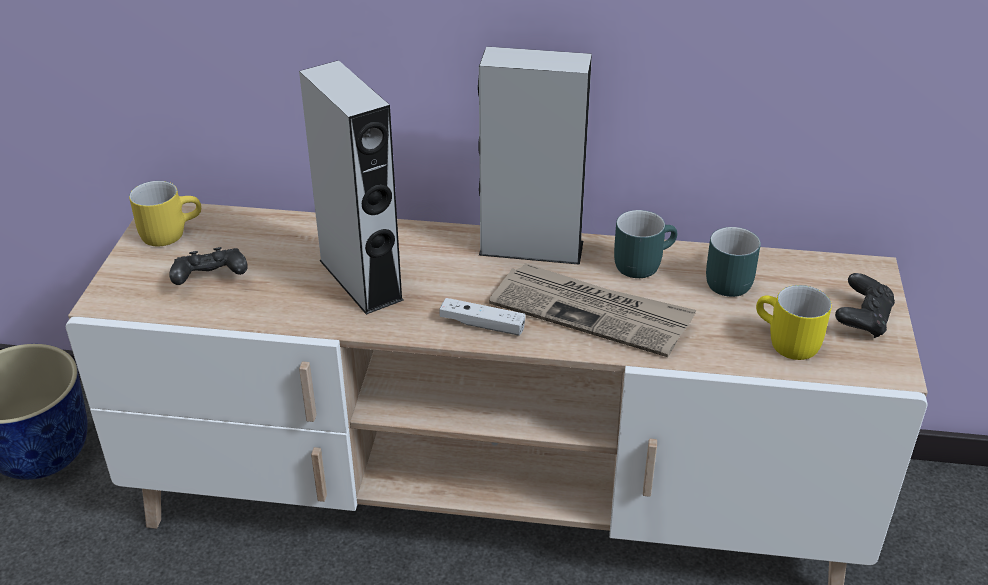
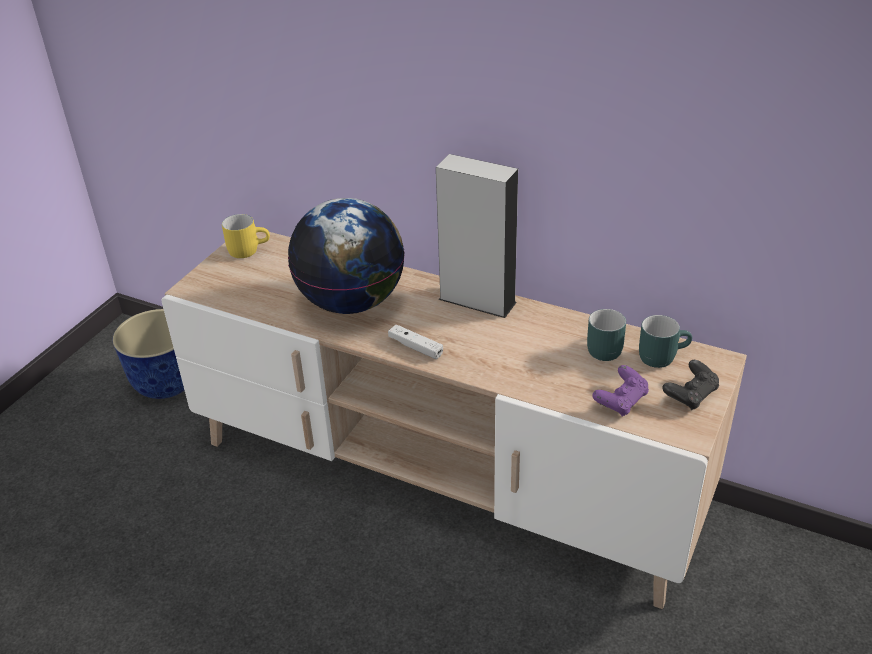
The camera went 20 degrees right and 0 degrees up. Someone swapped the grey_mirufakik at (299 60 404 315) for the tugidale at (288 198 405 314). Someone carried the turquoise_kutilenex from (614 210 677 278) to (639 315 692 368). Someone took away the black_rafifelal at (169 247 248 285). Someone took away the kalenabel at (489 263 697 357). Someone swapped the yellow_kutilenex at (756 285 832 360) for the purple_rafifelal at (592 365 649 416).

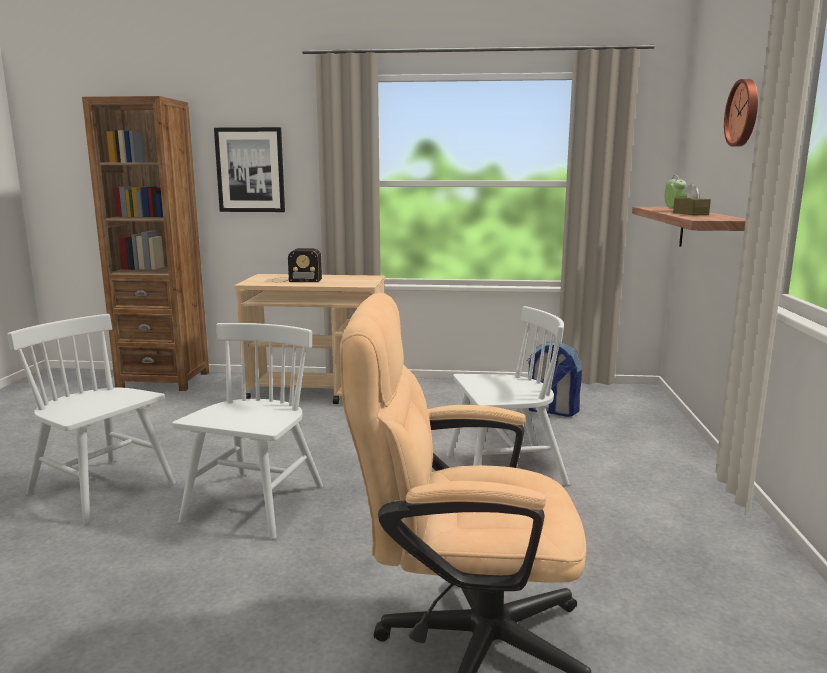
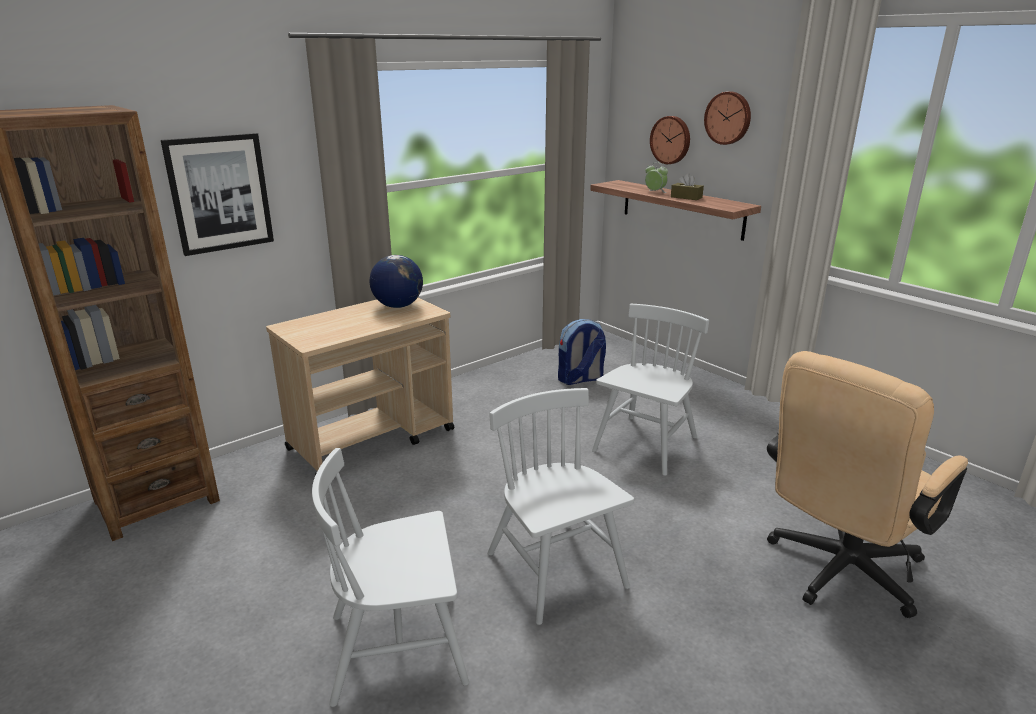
The camera went 45 degrees left and 10 degrees up. Someone took away the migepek at (272 248 322 282). Someone put up the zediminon at (650 116 690 164). Someone put down the tugidale at (370 255 423 308).

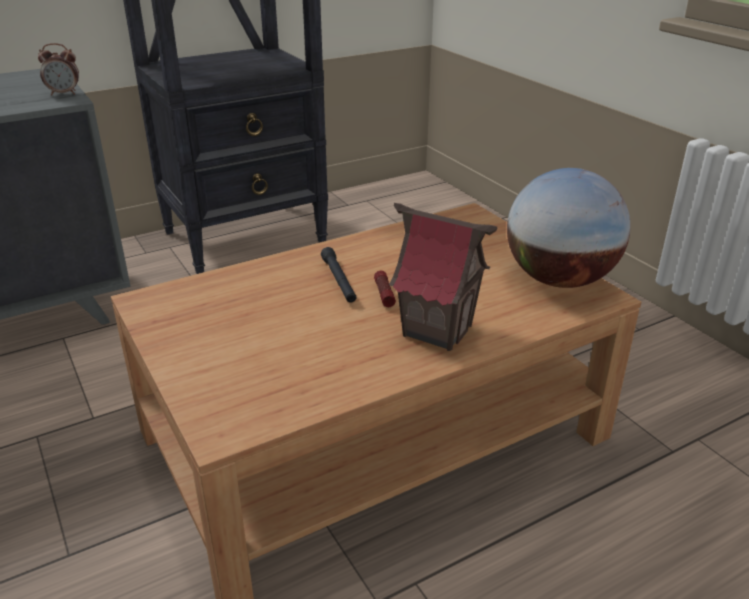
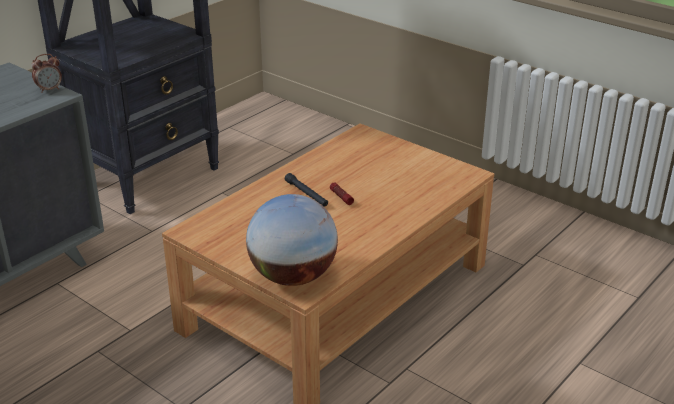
The camera went 20 degrees left and 0 degrees up. Someone carried the tugidale from (507 168 631 288) to (246 194 338 286). Someone took away the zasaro at (389 203 497 351).

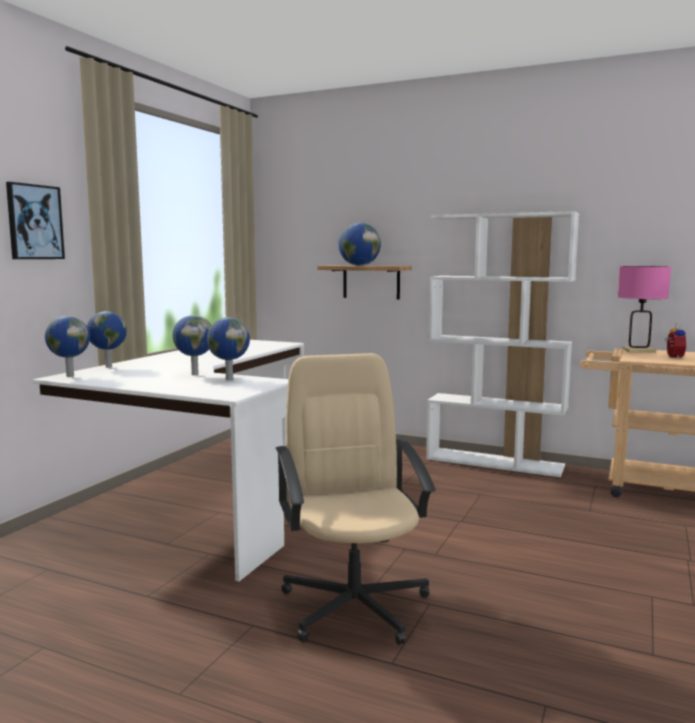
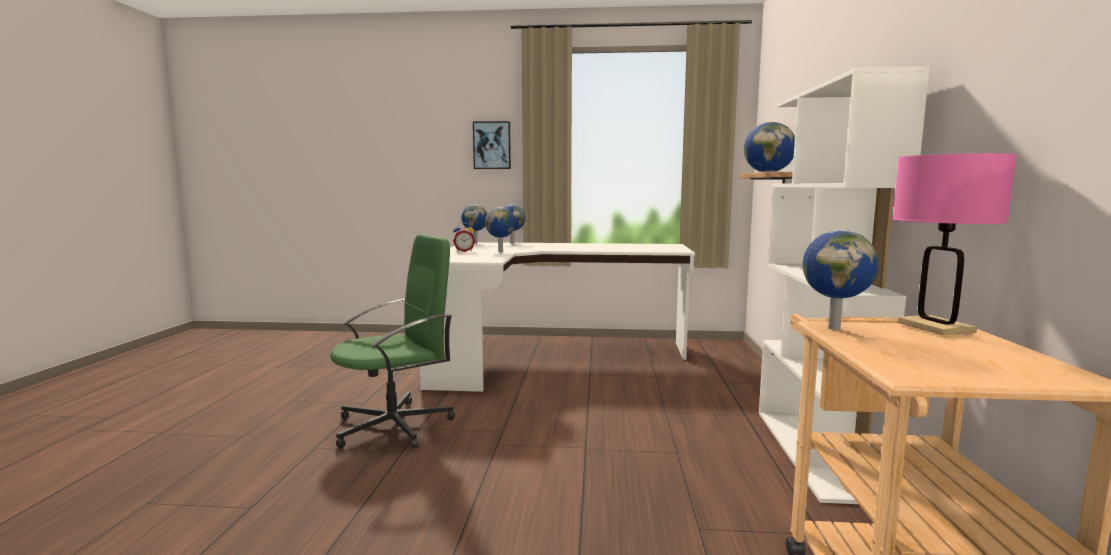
The camera went 70 degrees right and 0 degrees up. Someone carried the tugidale from (207 317 250 380) to (803 230 879 330). Someone carried the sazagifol from (664 323 686 359) to (453 222 475 252). Someone repainted the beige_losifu at (276 353 436 645), which became the green_losifu at (330 234 455 449).

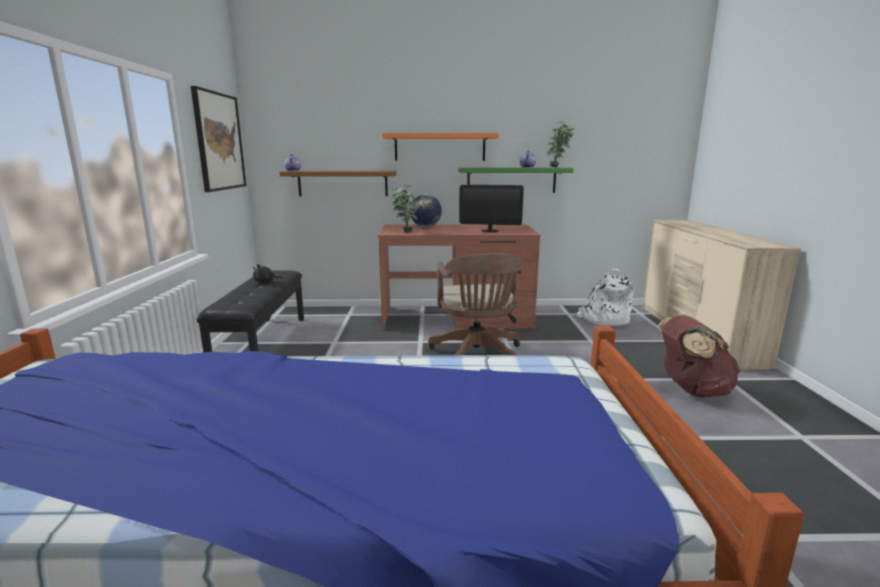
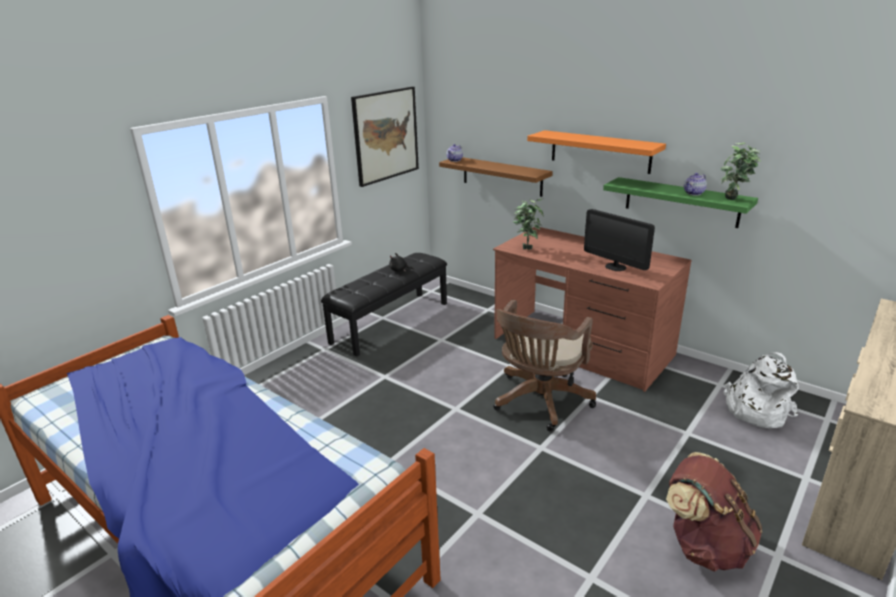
The camera went 40 degrees right and 10 degrees up. Someone took away the tugidale at (410 194 442 227).

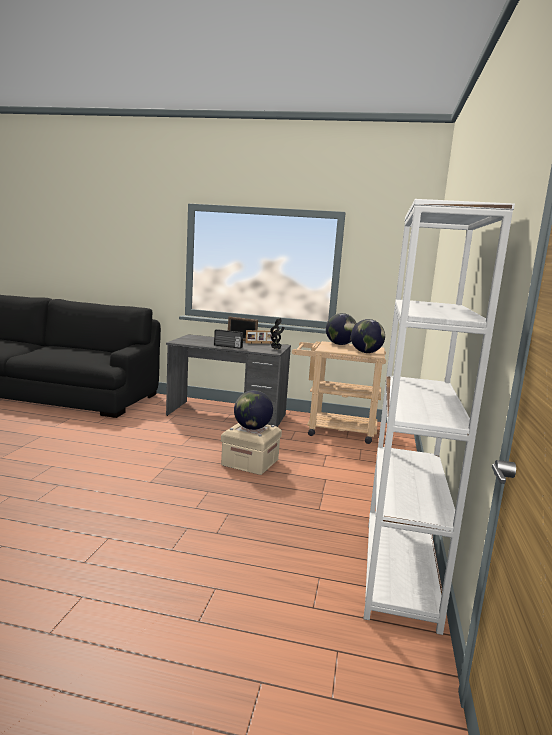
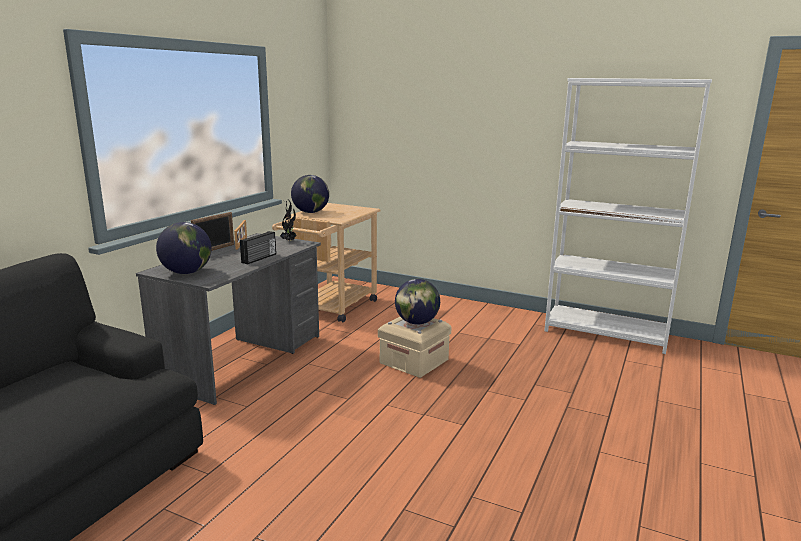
The camera went 75 degrees left and 5 degrees up. Someone carried the tugidale from (351 319 385 353) to (156 222 212 274).

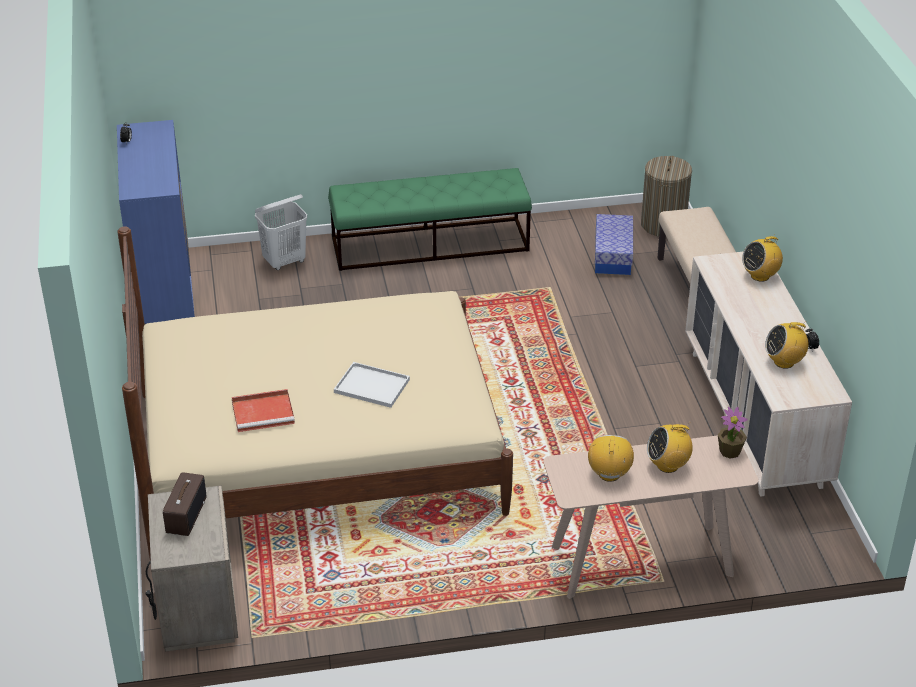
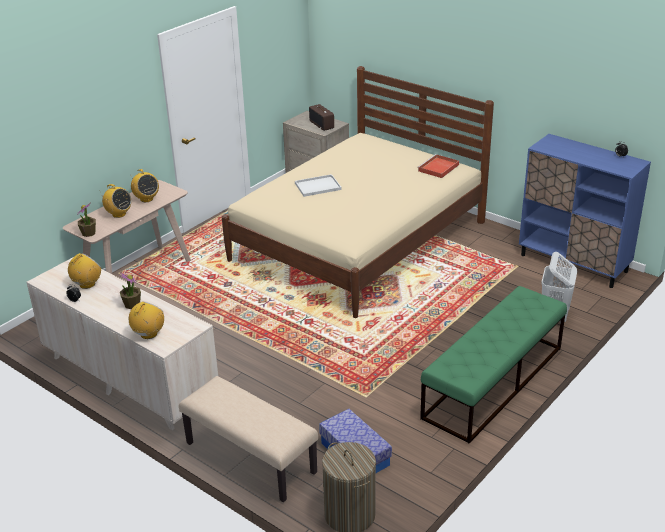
The camera went 140 degrees right and 5 degrees down. Someone carried the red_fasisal from (232 389 295 432) to (417 154 459 178). Someone rotated the migepek at (647 422 693 473) by 90 degrees clockwise. Someone put down the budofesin at (119 272 141 309).

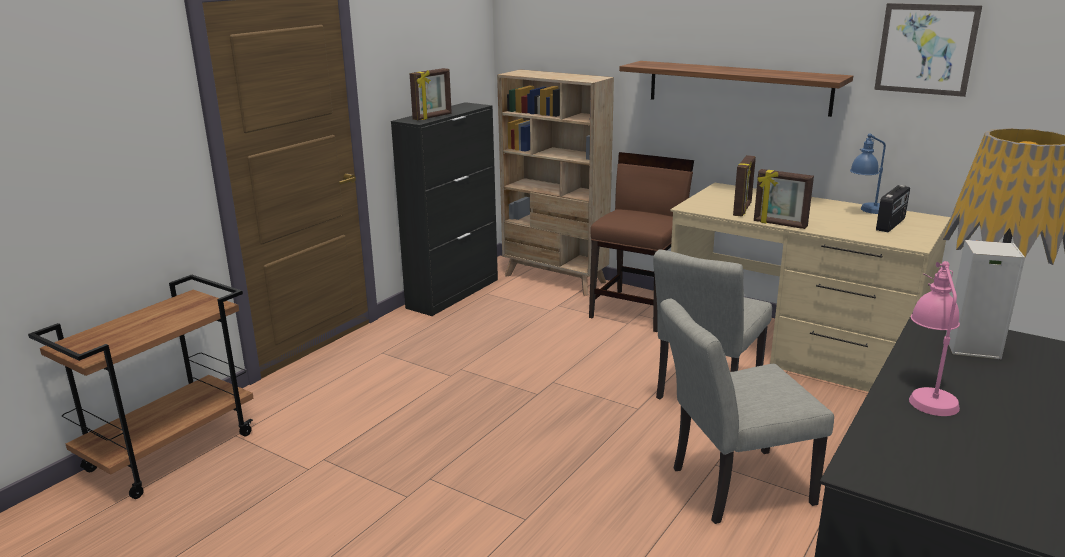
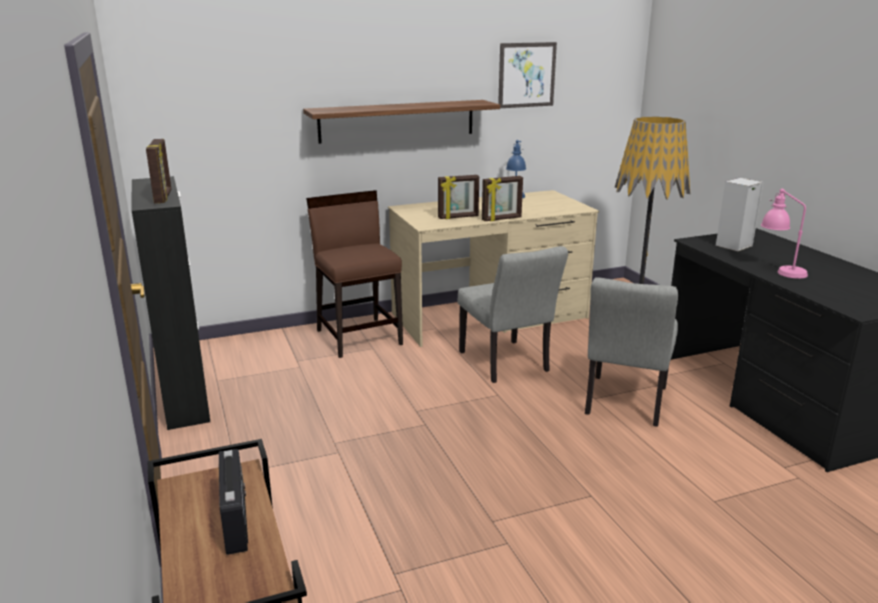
The camera went 55 degrees left and 0 degrees up. Someone took away the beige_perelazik at (497 69 614 296). Someone rotated the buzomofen at (733 155 756 217) by 105 degrees clockwise. Someone carried the migepek from (876 185 910 232) to (219 449 248 555).

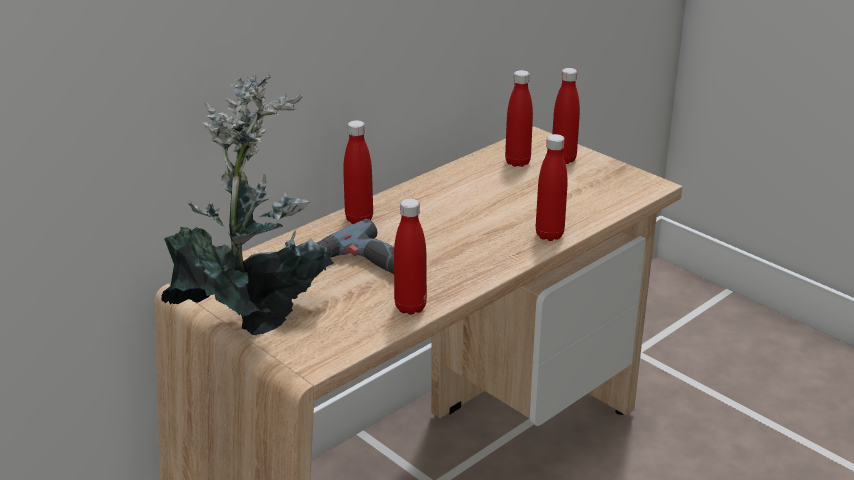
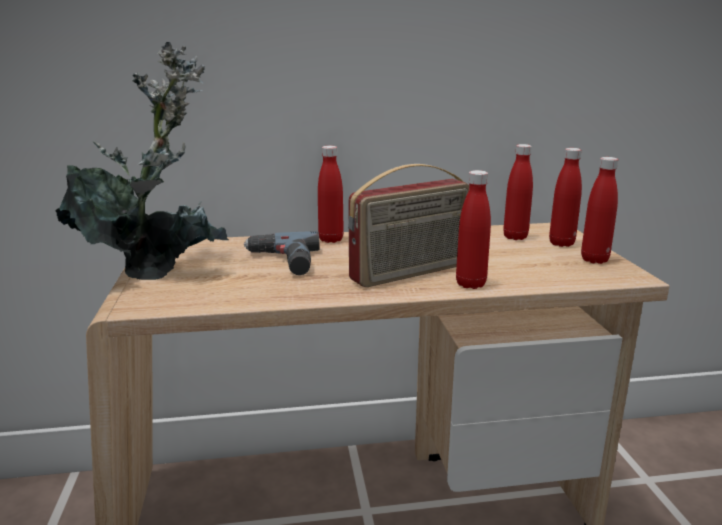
The camera went 35 degrees right and 10 degrees down. Someone carried the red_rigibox from (394 198 427 315) to (581 157 618 264). Someone put down the migepek at (348 164 469 287).

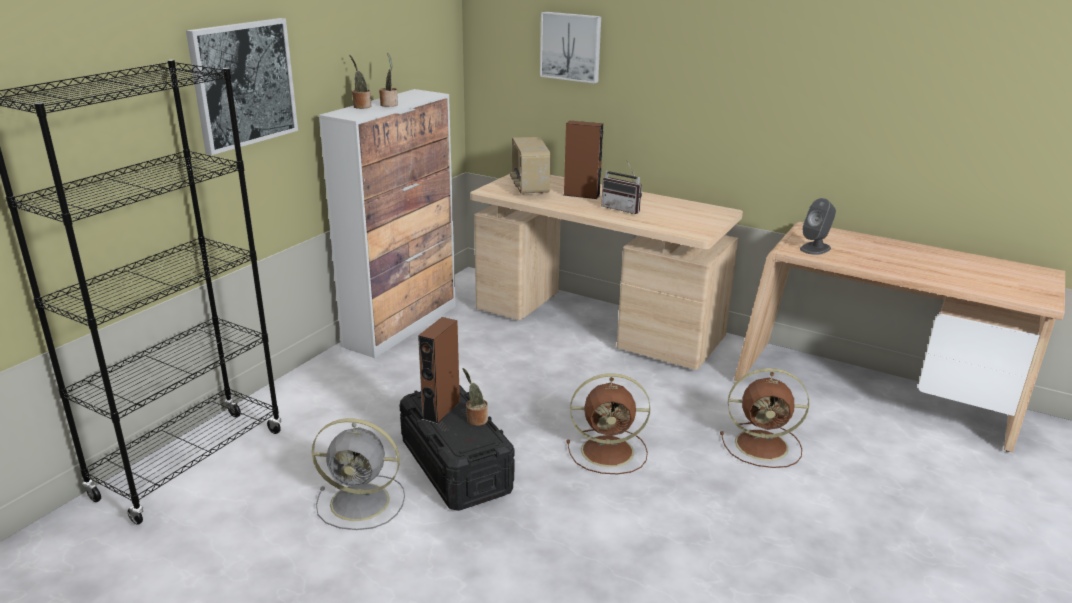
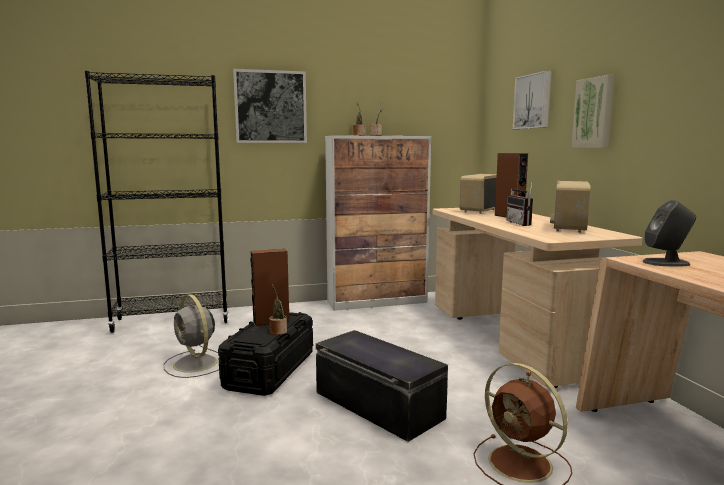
The camera went 45 degrees right and 15 degrees down. Someone swapped the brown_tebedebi at (567 373 651 474) for the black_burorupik at (316 330 448 442). Someone put up the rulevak at (571 75 614 148). Someone put down the migepek at (550 181 590 233).

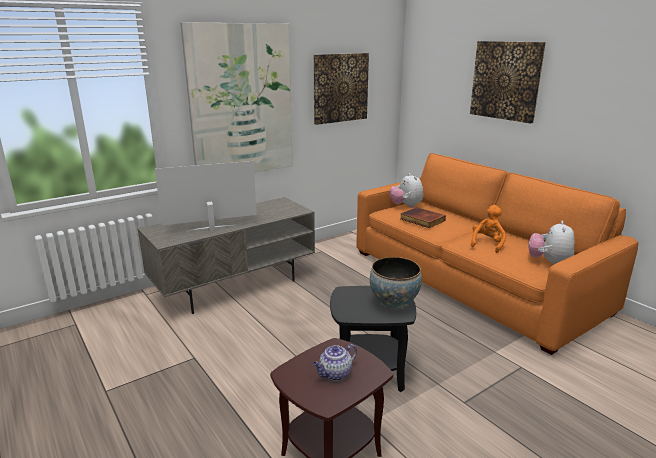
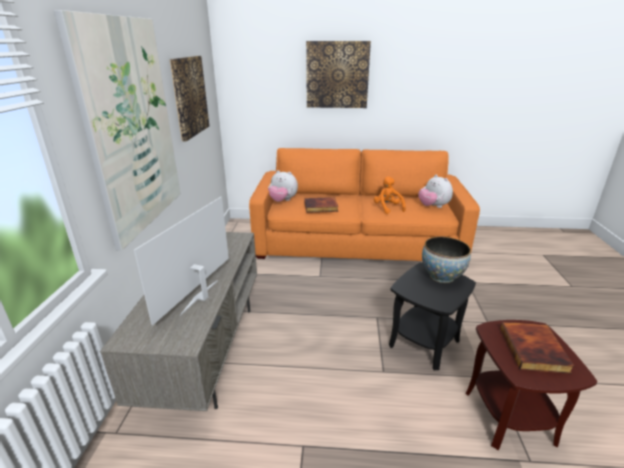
The camera went 50 degrees left and 5 degrees up. Someone swapped the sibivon at (313 344 357 381) for the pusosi at (500 322 574 374).

